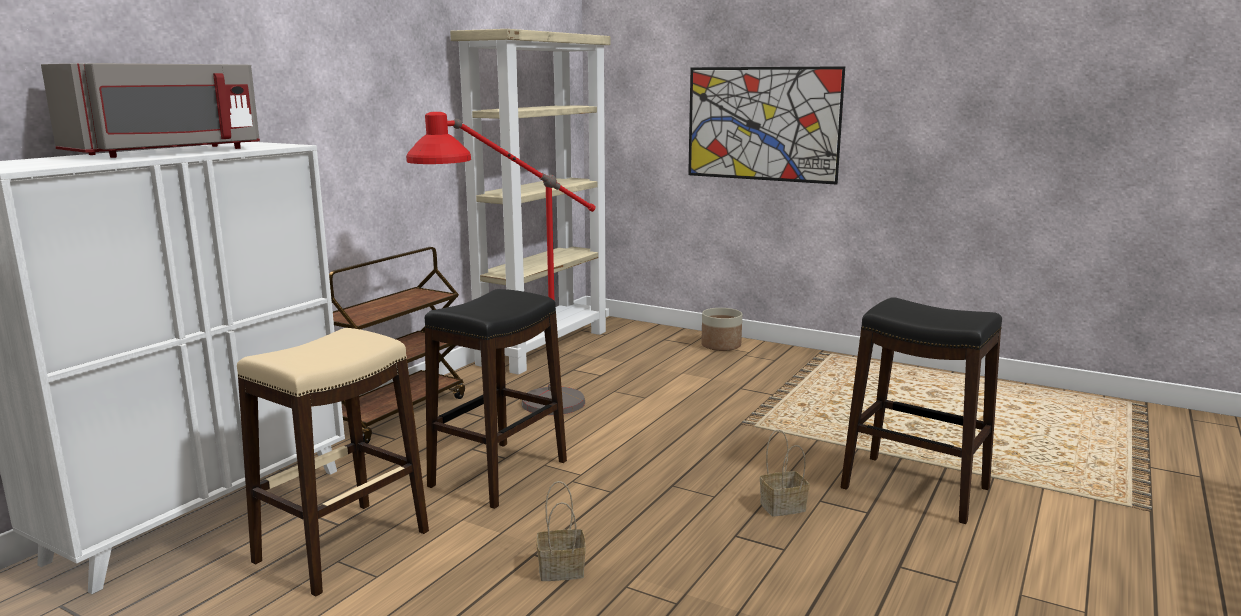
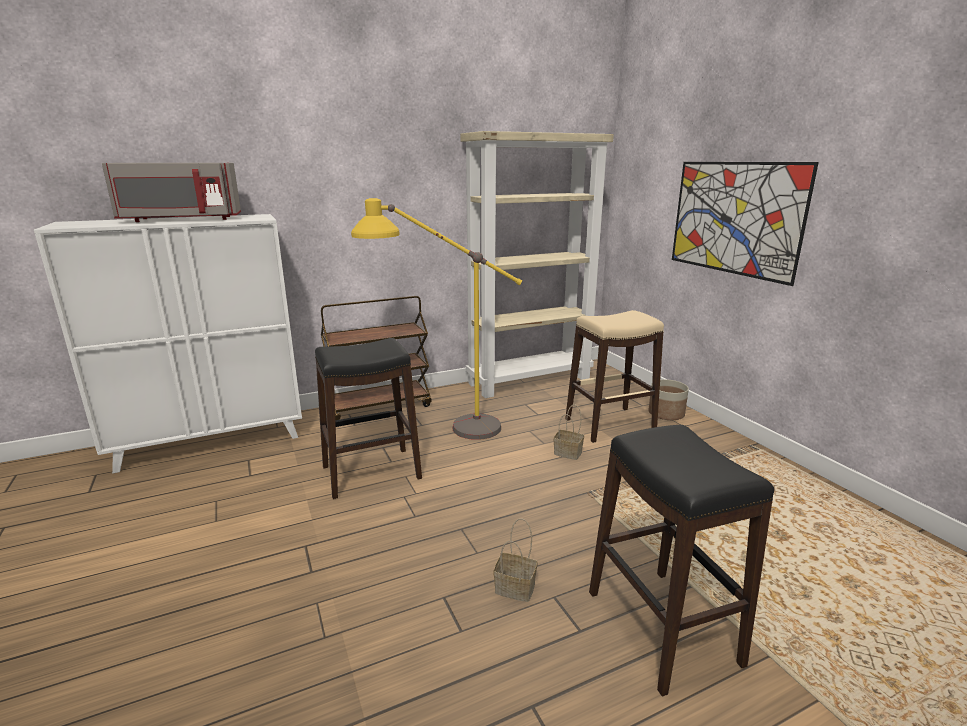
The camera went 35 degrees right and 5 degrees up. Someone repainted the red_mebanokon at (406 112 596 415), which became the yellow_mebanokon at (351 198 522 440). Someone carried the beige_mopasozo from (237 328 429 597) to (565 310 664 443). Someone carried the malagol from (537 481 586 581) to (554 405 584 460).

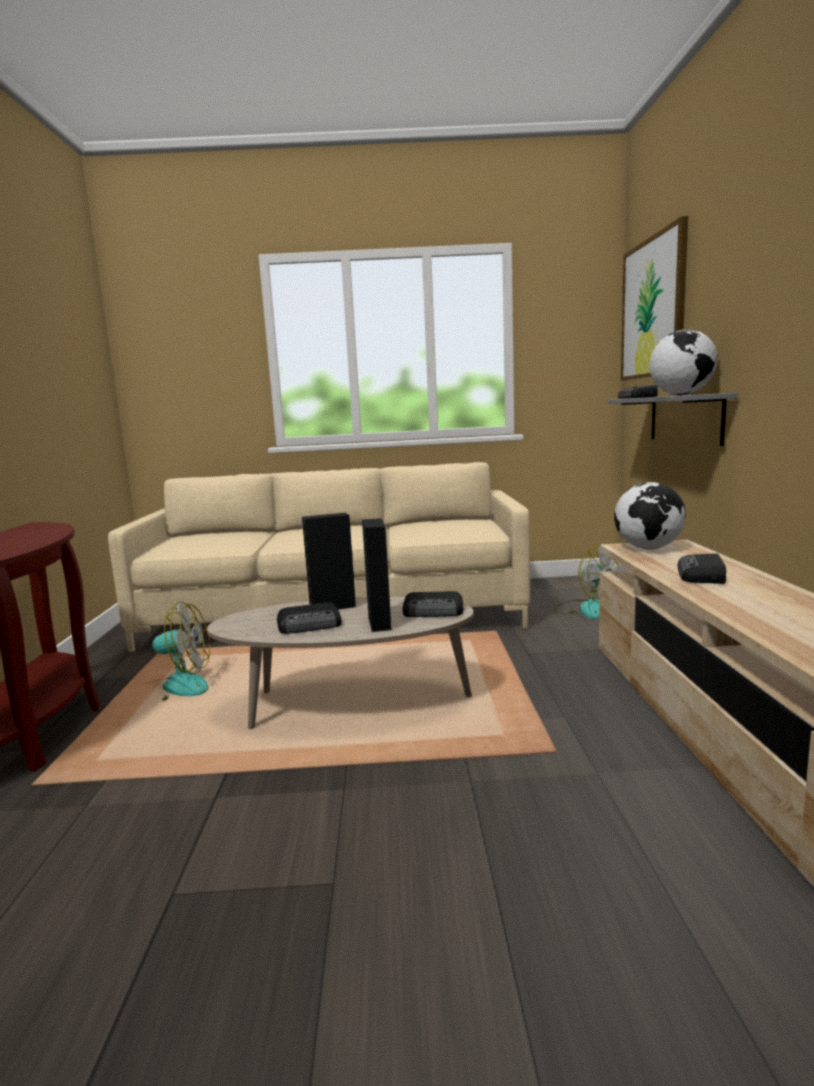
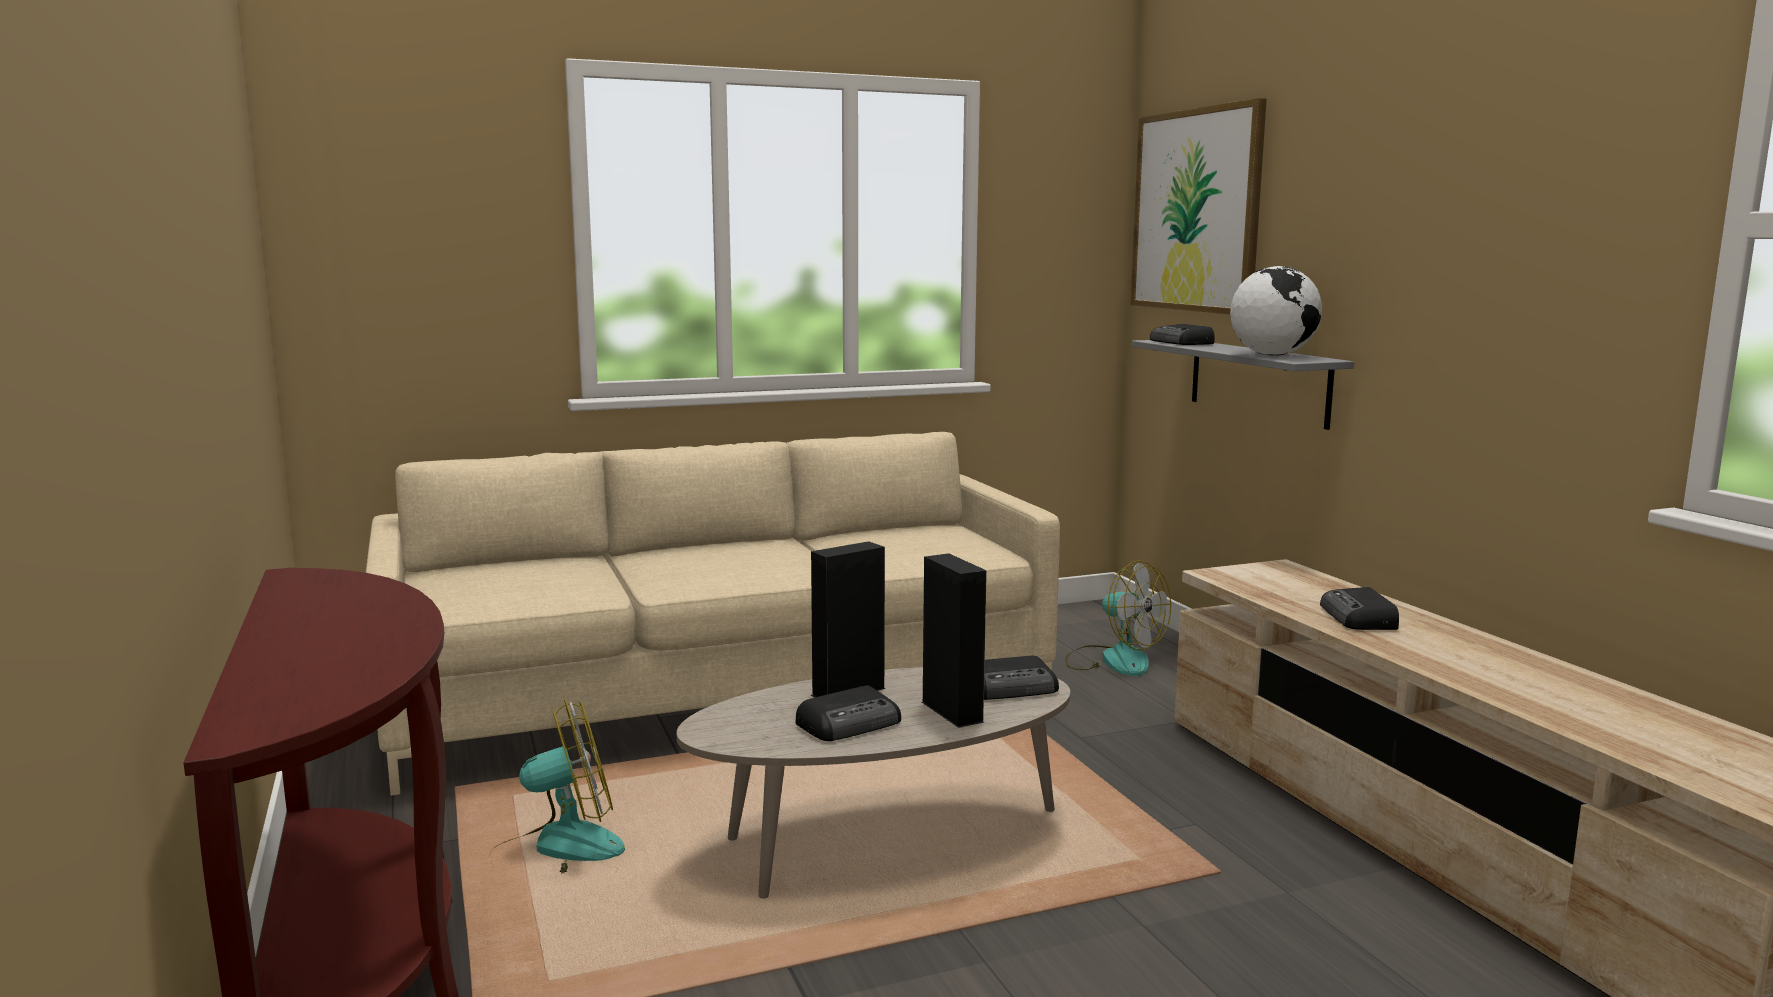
The camera went 20 degrees left and 0 degrees up. Someone took away the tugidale at (614 482 686 549).

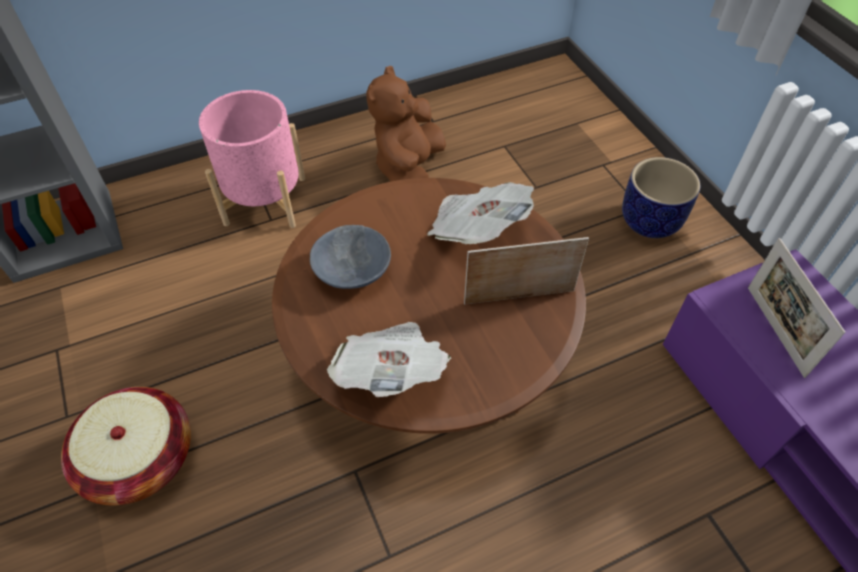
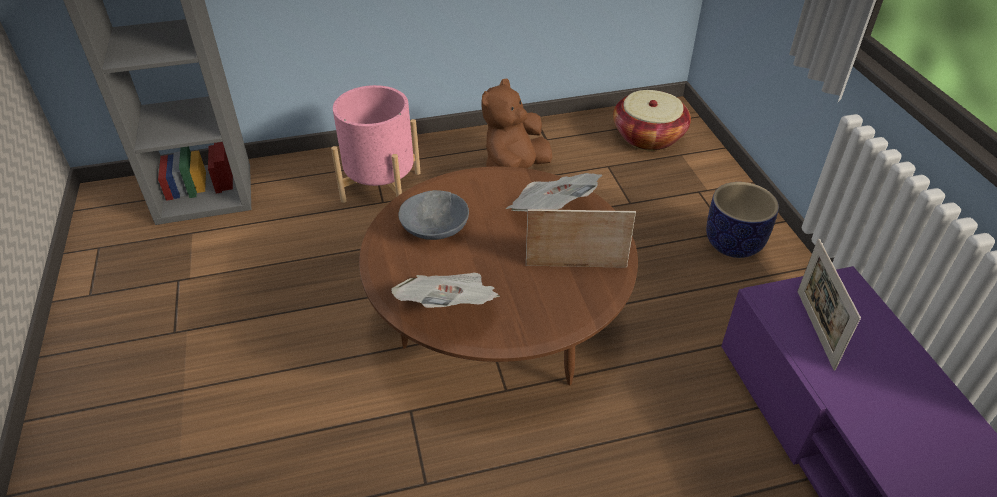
The camera went 10 degrees right and 10 degrees down. Someone carried the malagol from (61 387 191 505) to (613 90 691 151).

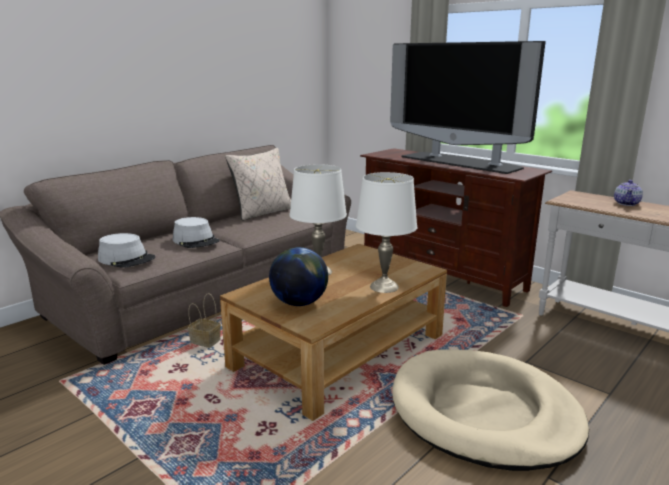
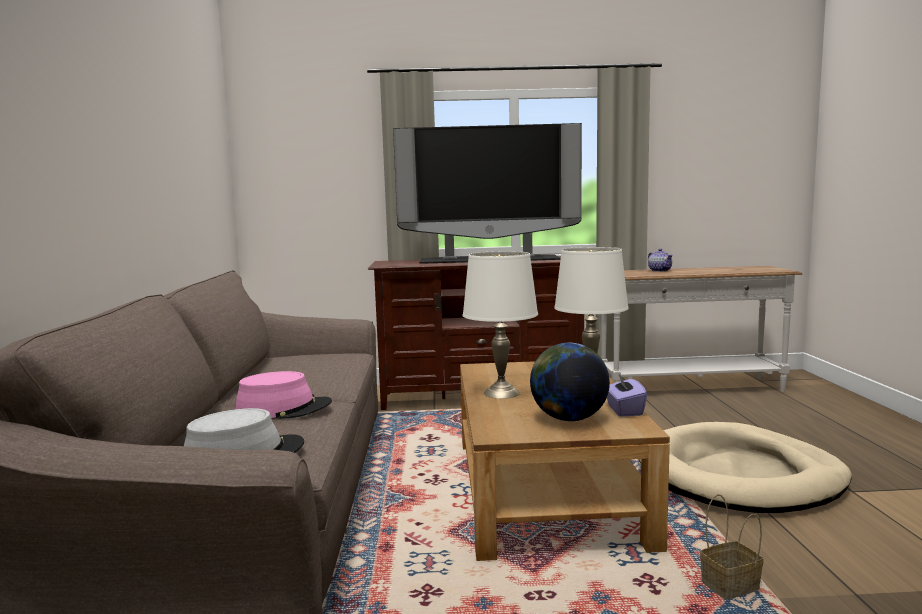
The camera went 45 degrees left and 10 degrees down. Someone took away the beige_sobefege at (225 148 291 221). Someone repainted the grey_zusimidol at (173 217 220 248), which became the pink_zusimidol at (235 371 332 419). Someone carried the malagol from (188 293 221 348) to (700 494 763 600). Someone put down the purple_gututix at (607 373 647 416).

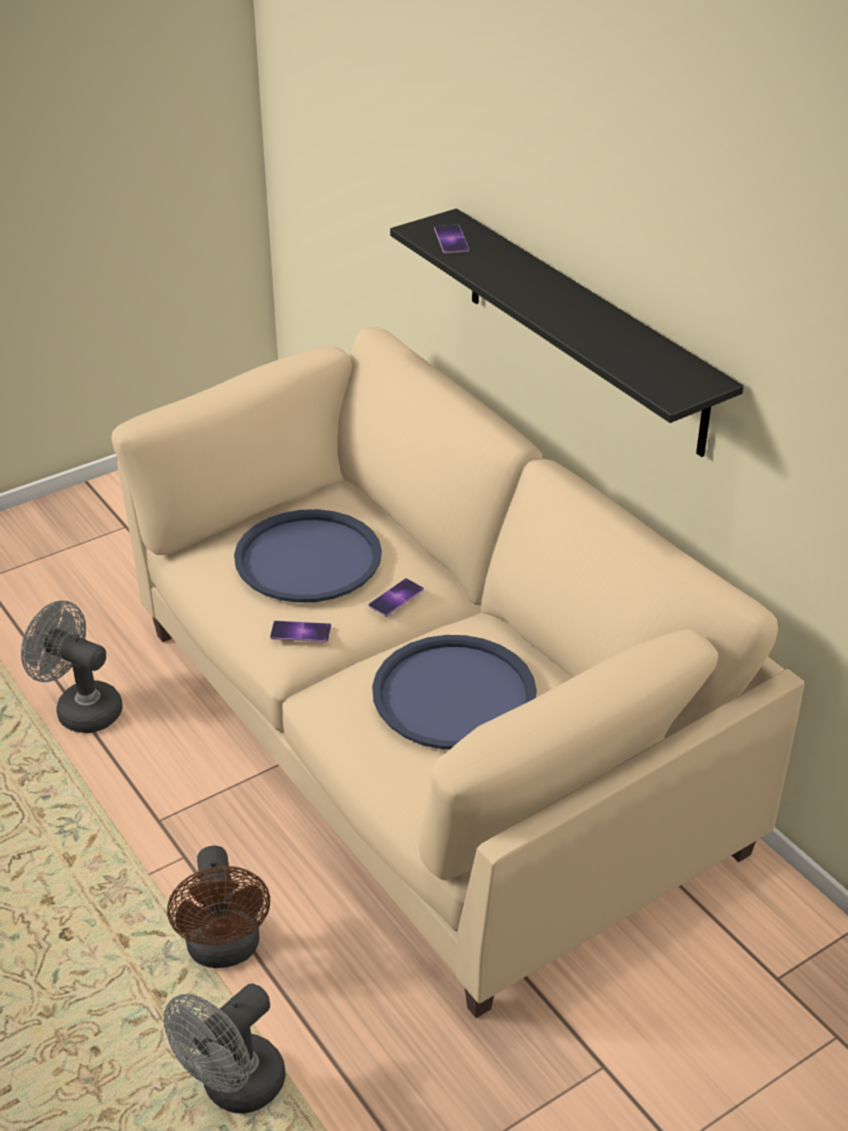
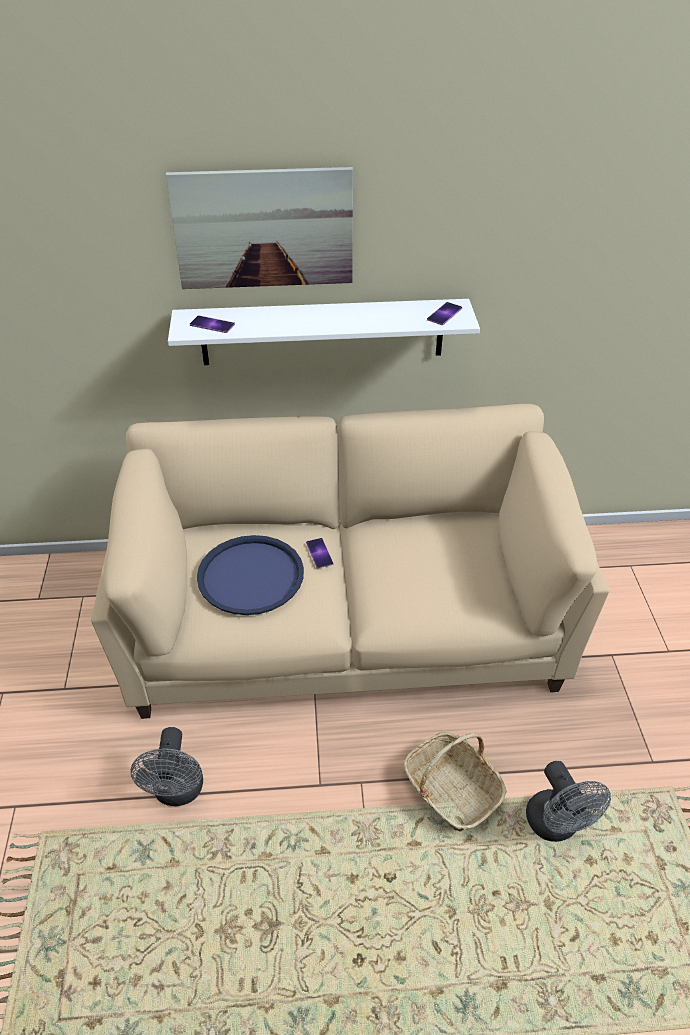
The camera went 60 degrees left and 5 degrees up. Someone repainted the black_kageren at (390 209 744 457), which became the white_kageren at (168 299 480 365). Someone rotated the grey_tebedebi at (21 600 123 733) by 60 degrees counterclockwise. Someone carried the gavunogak from (270 621 331 642) to (427 302 462 325). Someone took away the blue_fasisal at (372 635 537 750). Someone swapped the brown_tebedebi at (167 845 270 968) for the malagol at (403 732 507 831). Someone put up the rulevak at (166 167 353 289).

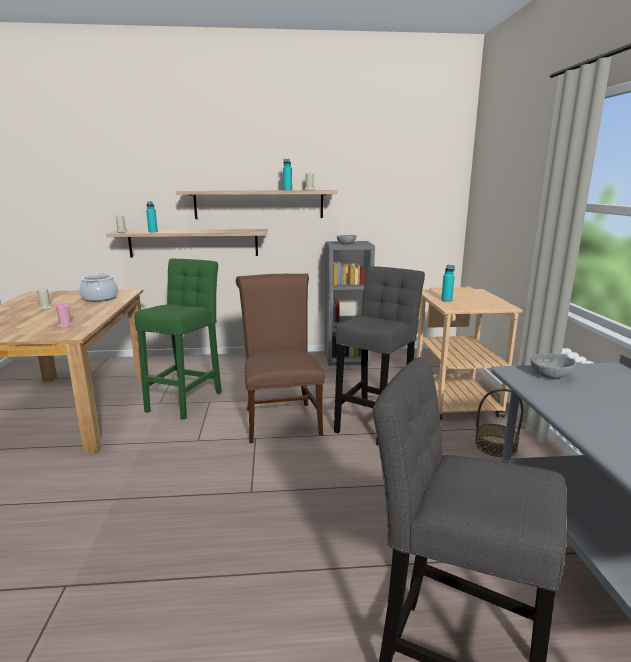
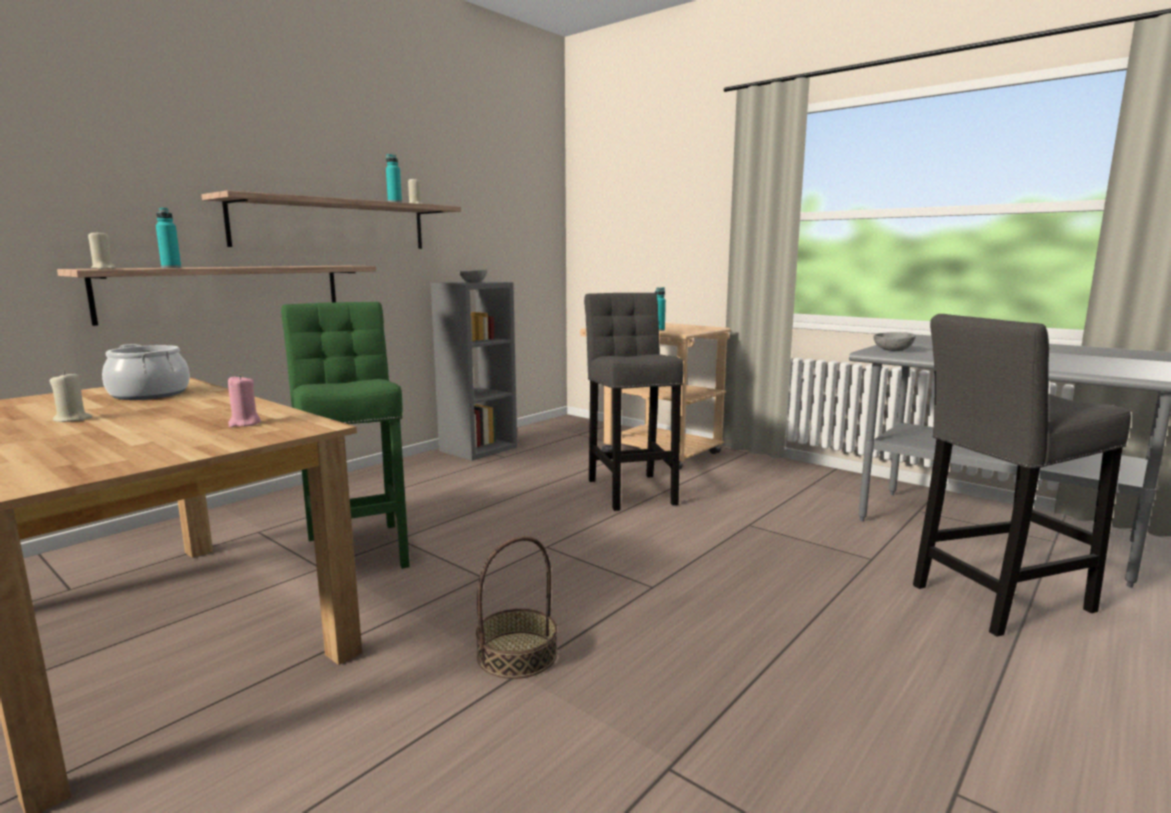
The camera went 45 degrees left and 5 degrees down. Someone took away the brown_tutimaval at (236 274 325 443). Someone carried the malagol from (475 389 523 457) to (476 536 557 679).

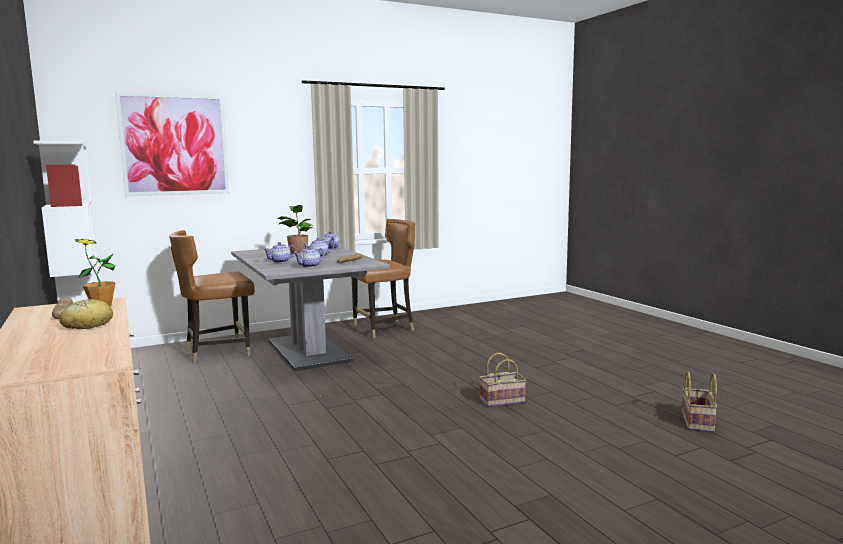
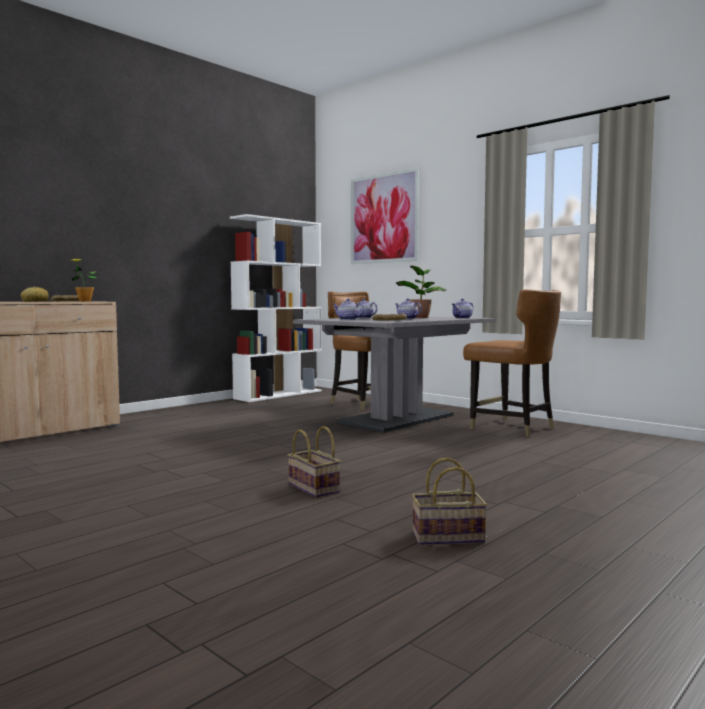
The camera went 70 degrees right and 5 degrees down. Someone carried the malagol from (682 371 717 432) to (412 457 487 545).

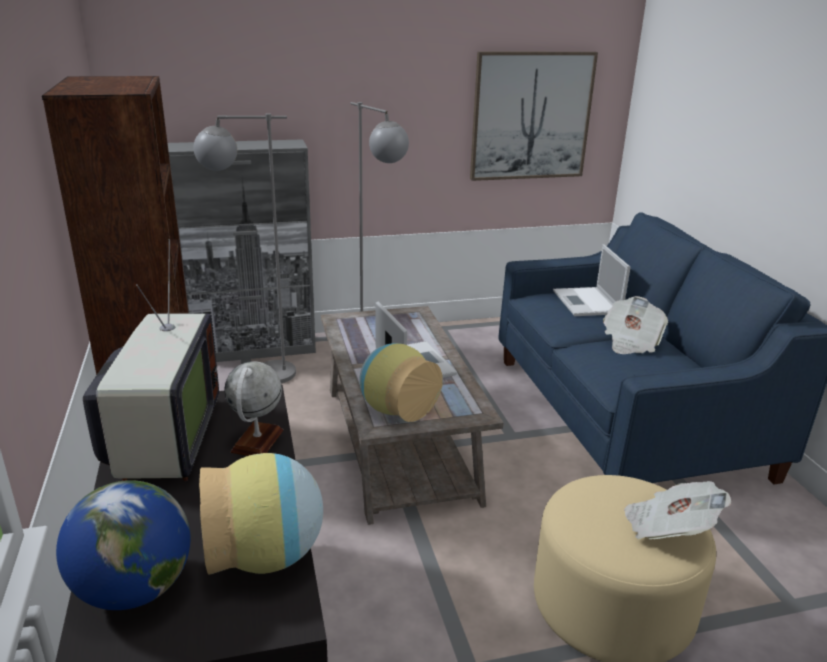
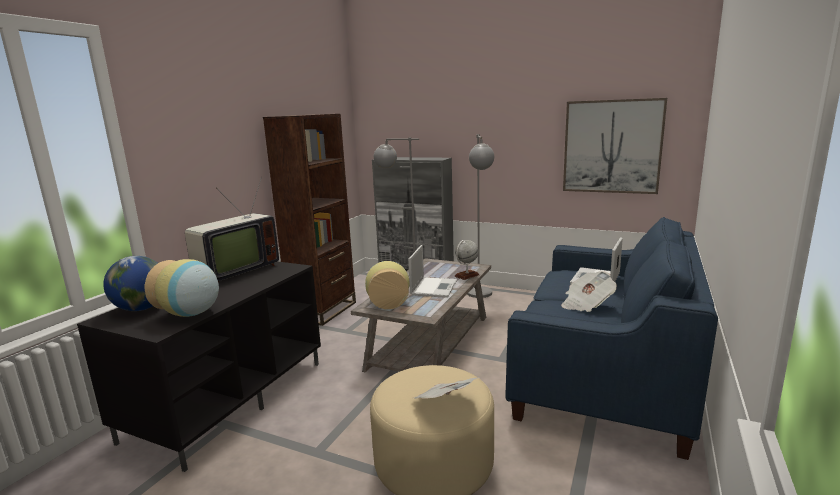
The camera went 40 degrees right and 10 degrees down. Someone carried the tugidale from (224 361 283 456) to (454 240 480 280).

